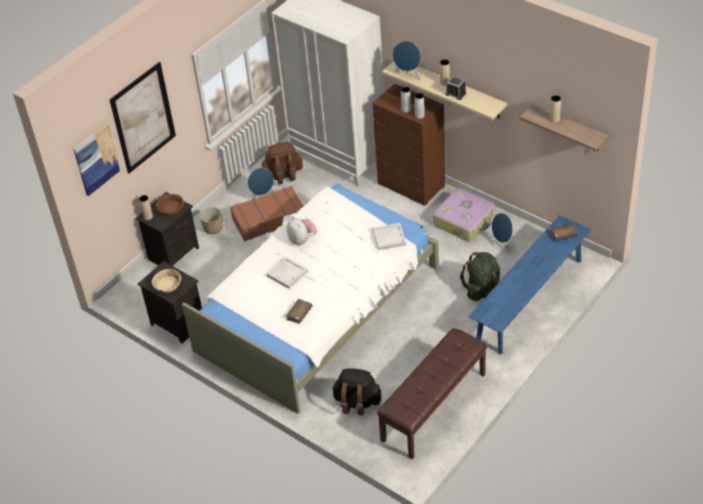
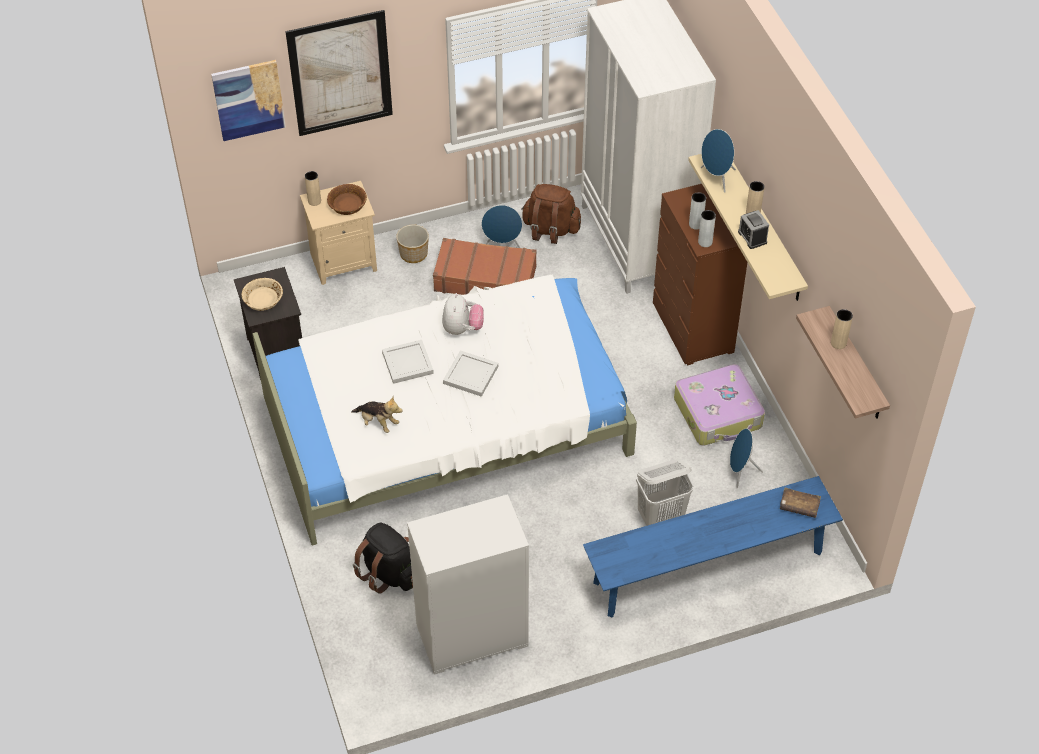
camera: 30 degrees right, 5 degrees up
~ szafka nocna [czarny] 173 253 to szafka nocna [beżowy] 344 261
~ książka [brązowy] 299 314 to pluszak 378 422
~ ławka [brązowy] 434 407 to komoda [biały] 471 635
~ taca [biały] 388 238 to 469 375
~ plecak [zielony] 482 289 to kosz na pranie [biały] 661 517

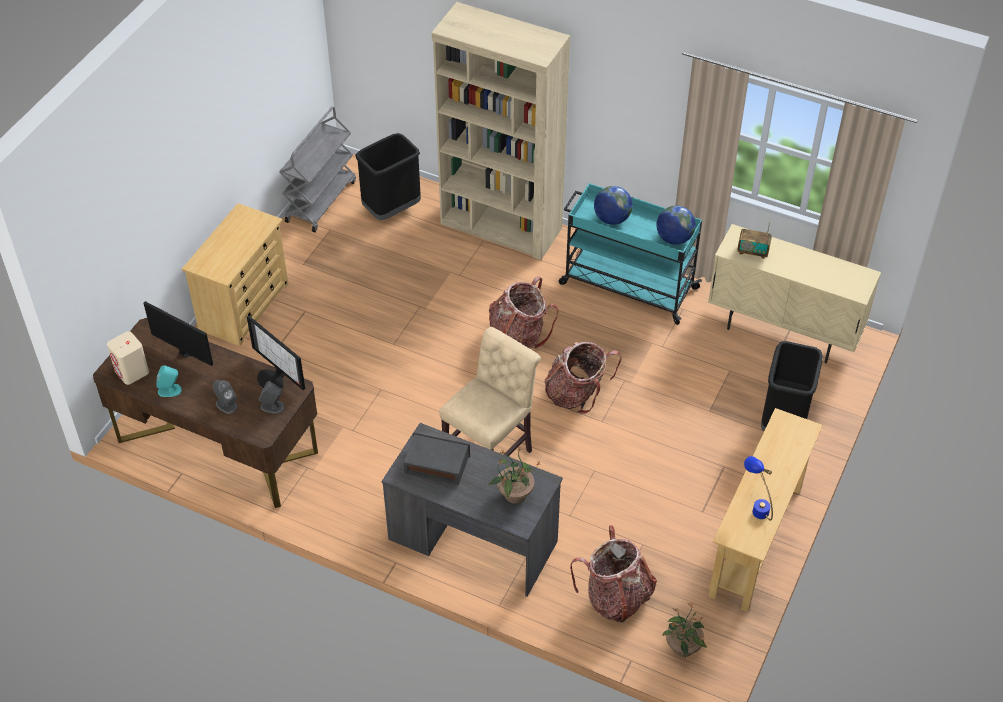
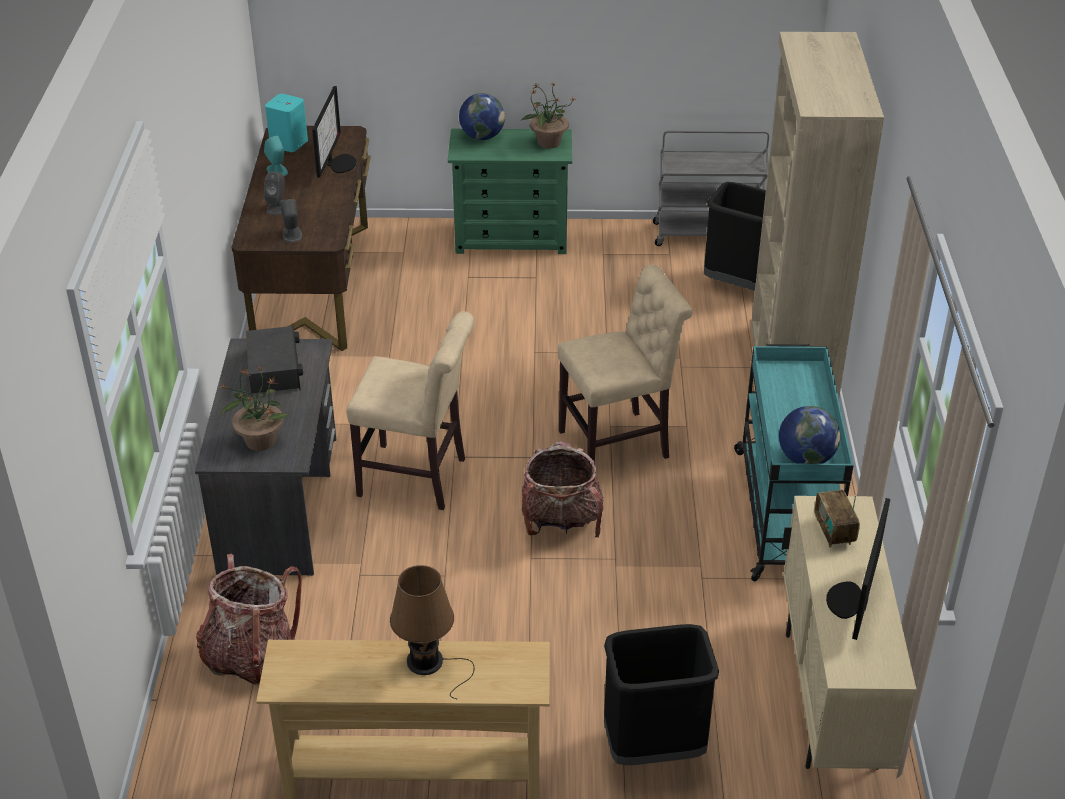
camera: 65 degrees right, 10 degrees down
~ głośnik [beżowy] 132 372 to głośnik [turkusowy] 288 143
+ lampa stołowa [brązowy] 429 663
~ komoda [beżowy] 244 306 to komoda [zielony] 512 238
~ globus 612 219 to 482 136
~ roślina doniczkowa 683 648 to 548 142
~ plecak 518 336 to krzesło [beżowy] 619 444
~ monitor 273 378 to 851 602
- lampa stołowa [niebieski] 756 506

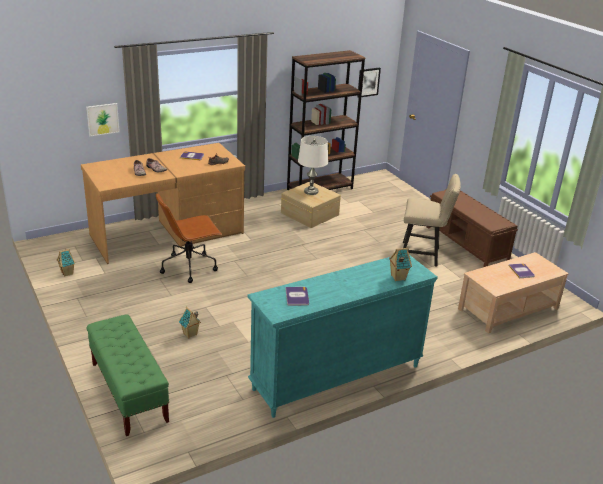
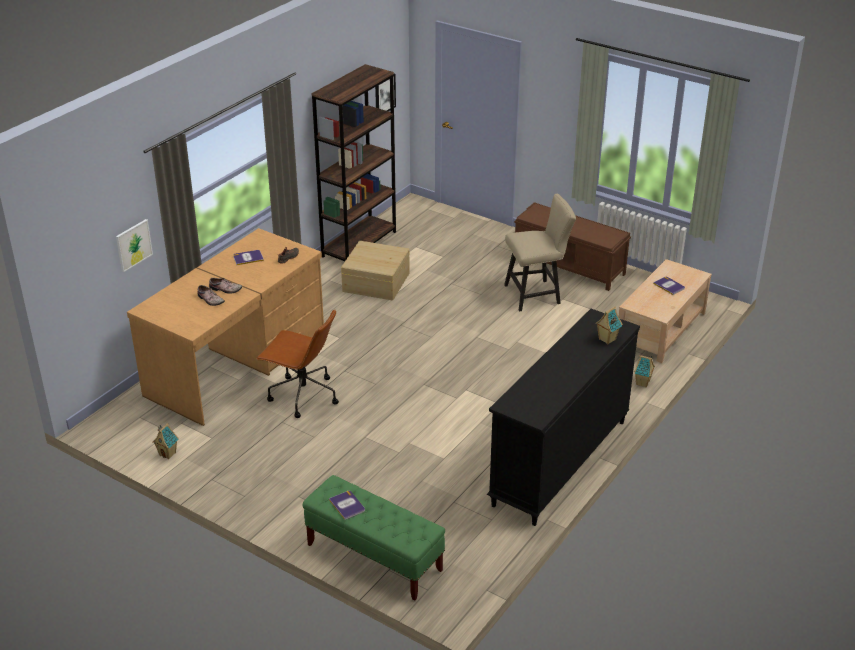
camera: 25 degrees left, 5 degrees up
~ krzesło biurowe [brązowy] 190 267 = 302 395 105 degrees counterclockwise
~ książka 297 296 to 347 505
~ komoda [turkusowy] 336 377 to komoda [czarny] 559 463
~ domek 190 334 to 643 383
- lampa stołowa [biały] 311 191

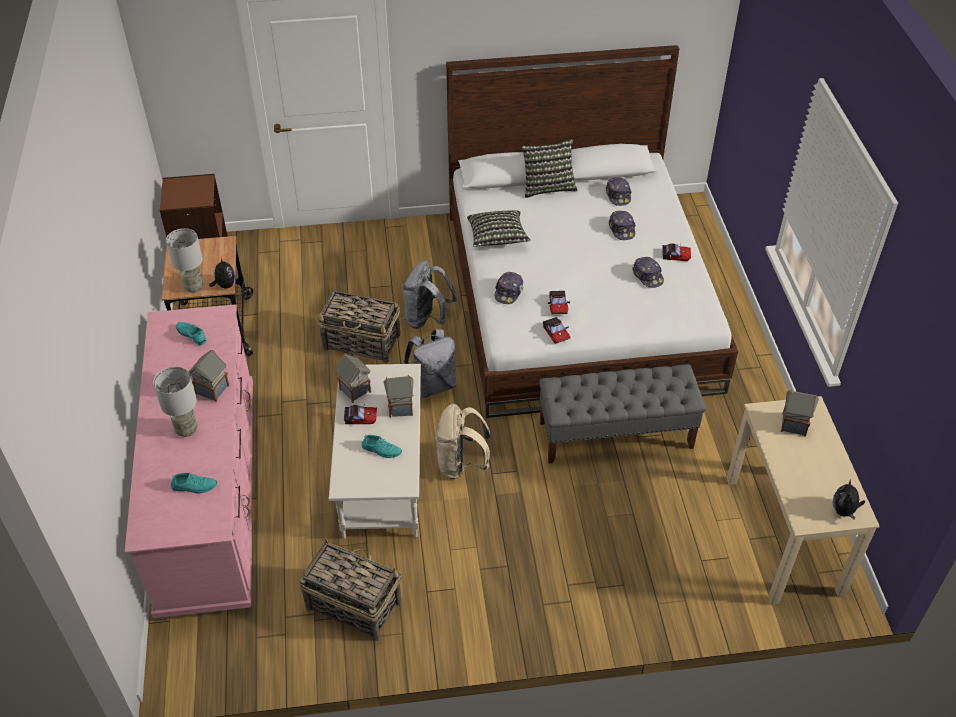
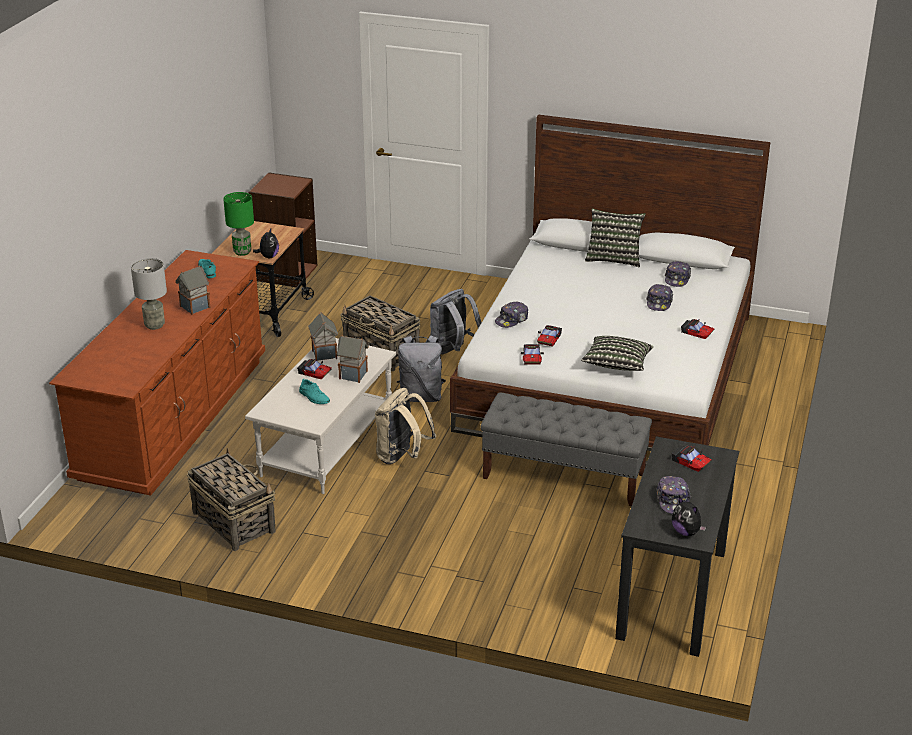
camera: 25 degrees right, 15 degrees down
~ komoda [różowy] 209 495 to komoda [brązowy] 174 418
~ lampa stołowa [szary] 194 287 to lampa stołowa [zielony] 242 252
~ poduszka 497 238 to 616 365
~ biurko [beżowy] 784 535 to biurko [czarny] 672 594
~ czapka z daszkiem 648 276 to 673 500
~ domek 792 424 to samochodzik 690 462
~ pluszak 844 510 = 686 532 75 degrees counterclockwise
- but [turkusowy] 194 486

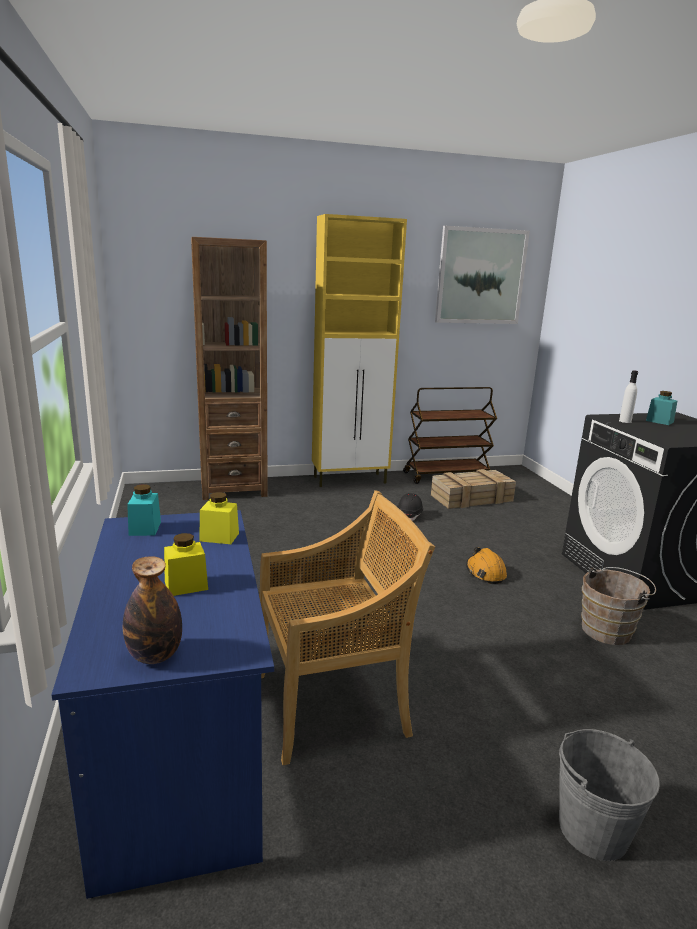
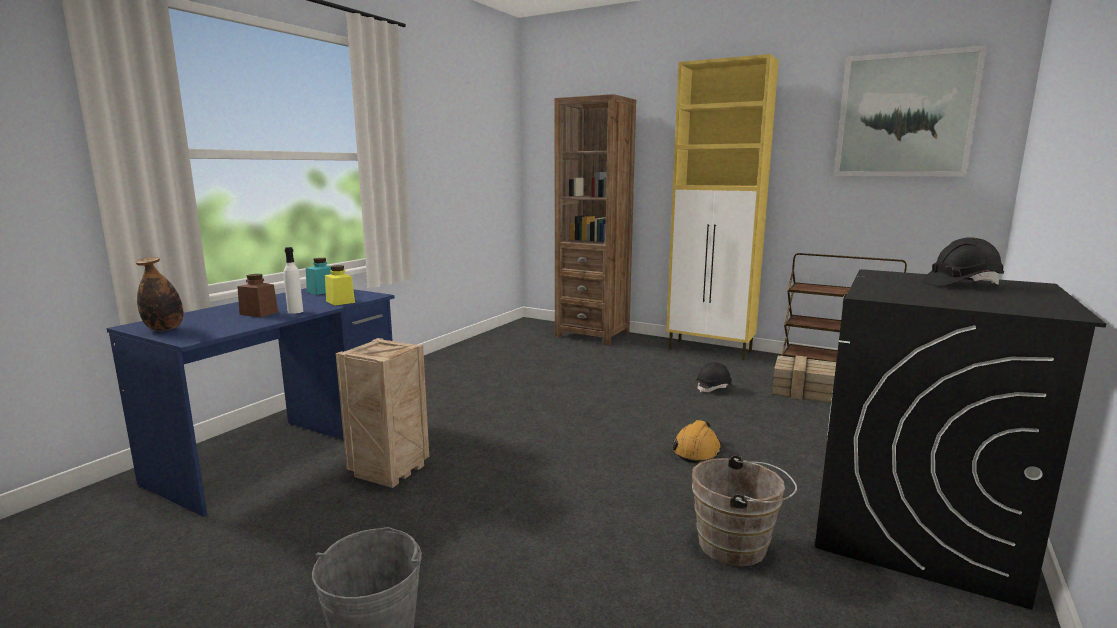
camera: 45 degrees right, 5 degrees down
~ słoik [żółty] 186 585 to słoik [brązowy] 259 313
~ butelka [biały] 625 421 to 295 311
~ krzesło [beżowy] 333 703 to skrzynka 389 472
~ słoik [turkusowy] 659 421 to kask [czarny] 960 284

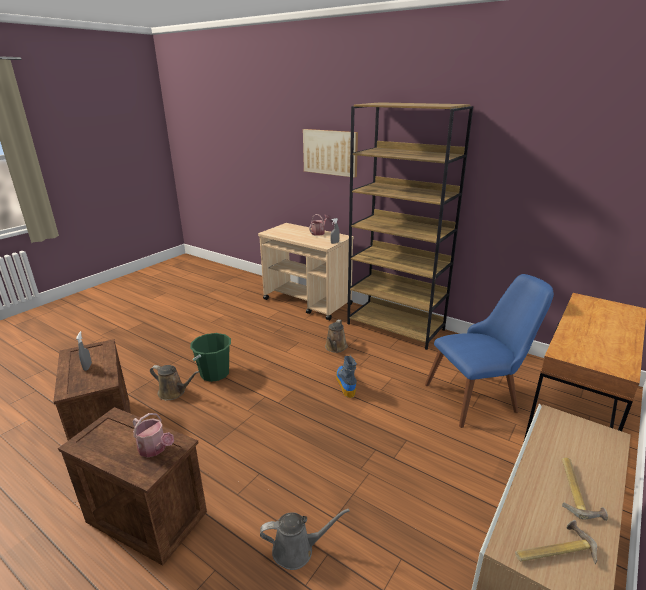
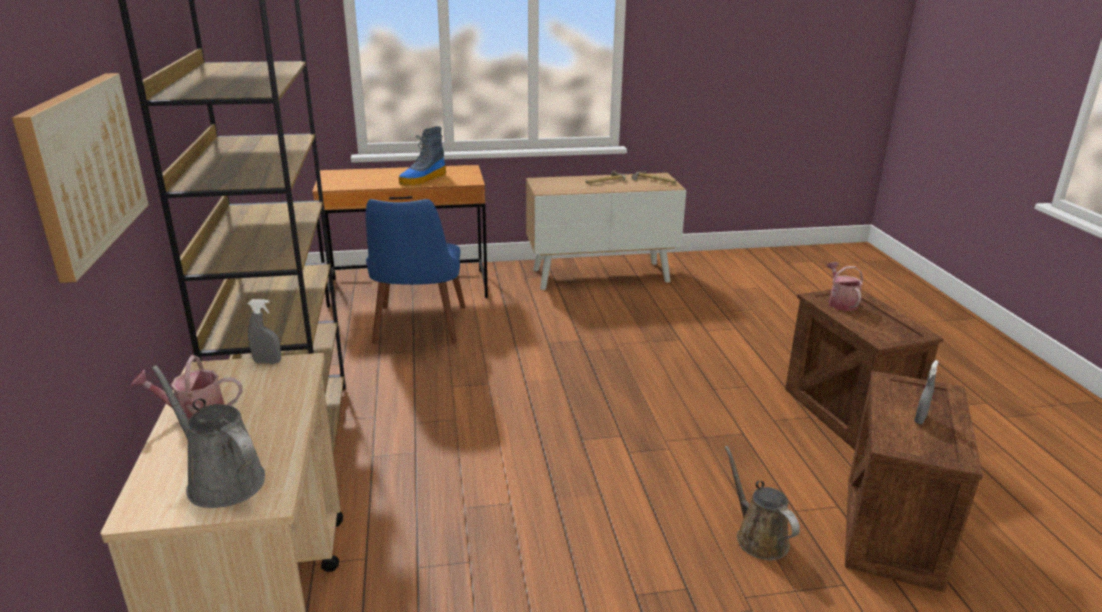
camera: 135 degrees left, 0 degrees up
~ konewka [szary] 297 550 to 221 480
~ krzesło [niebieski] 480 395 = 418 331 120 degrees counterclockwise
~ but z cholewką 345 383 to 423 179
- wiadro [zielony] 215 373
- konewka [brązowy] 335 348

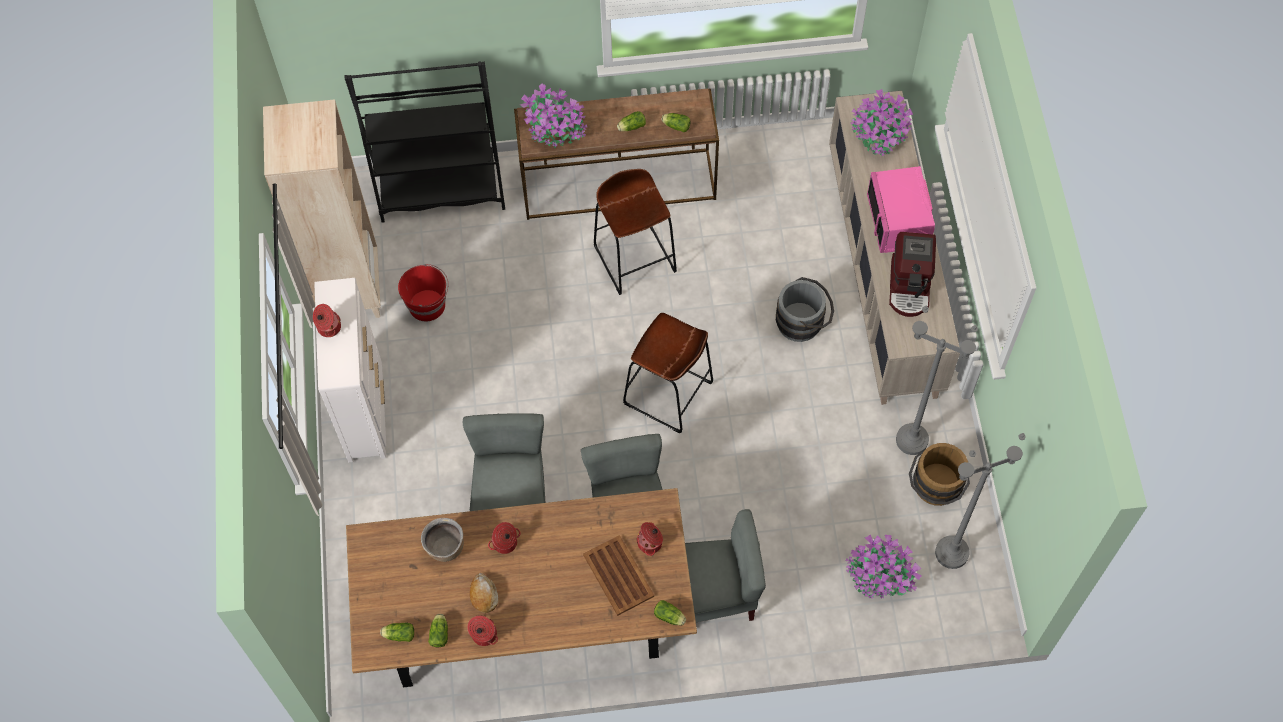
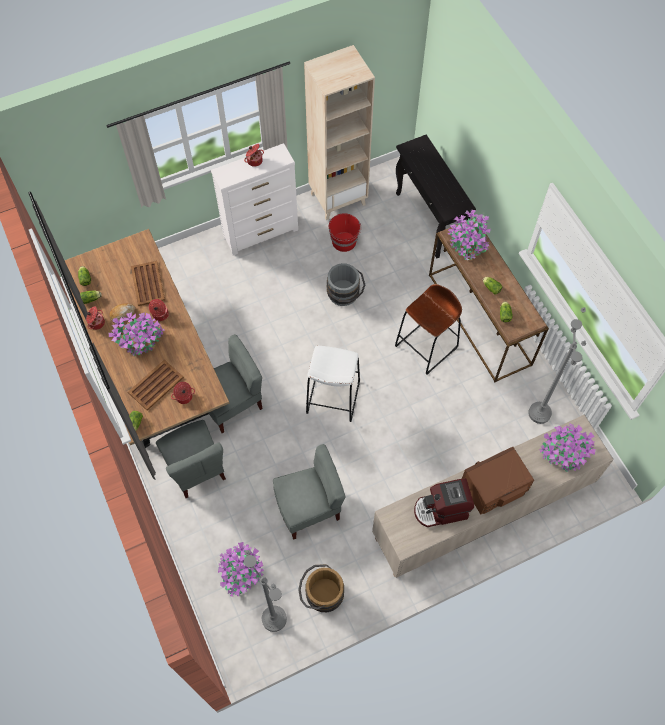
camera: 70 degrees right, 0 degrees up
+ roślina doniczkowa 140 340
~ garnek [brązowy] 445 548 to taca [brązowy] 148 284
~ krzesło [szary] 512 499 to 308 508
~ stołek [brązowy] 668 394 to stołek [biały] 332 397
~ wiadro [szary] 803 322 to 344 295
~ regał [czarny] 440 190 to stolik konsolowy [czarny] 429 221
~ mikrofalówka [różowy] 899 222 to mikrofalówka [brązowy] 494 487
~ lampa stojąca [szary] 912 440 to 539 413

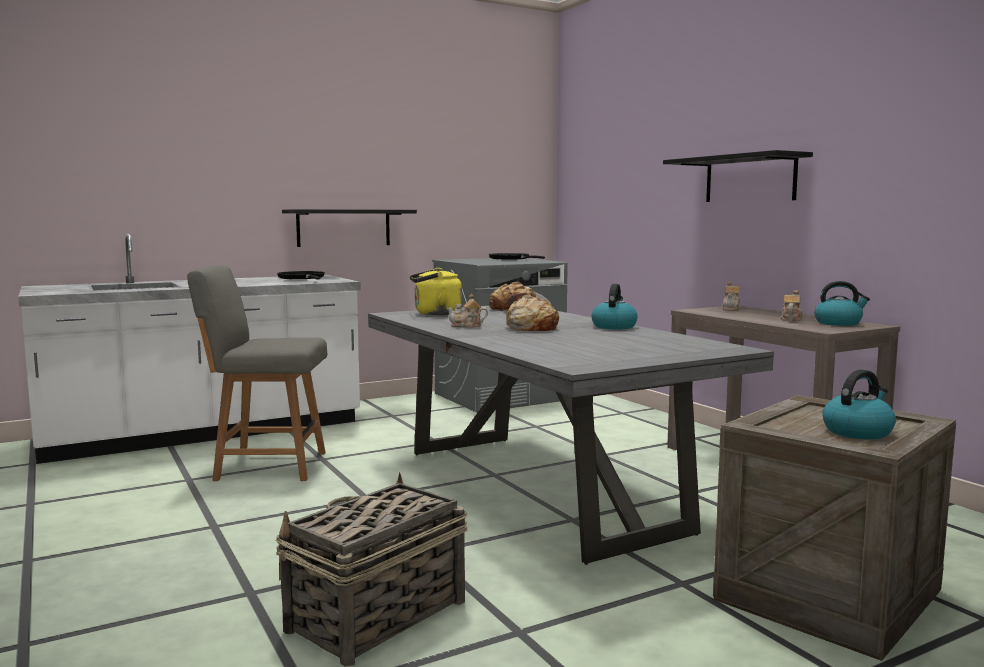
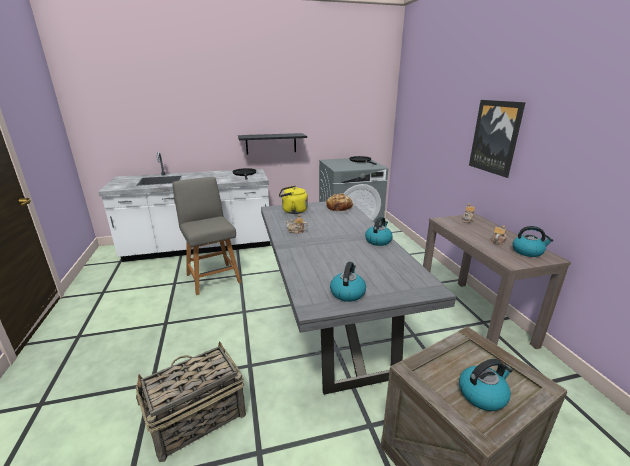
camera: 15 degrees right, 15 degrees up
~ krzesło [szary] 267 466 = 213 277 45 degrees clockwise
+ czajnik 347 293
~ półka [czarny] 749 179 to obraz 495 137
- chleb 531 327

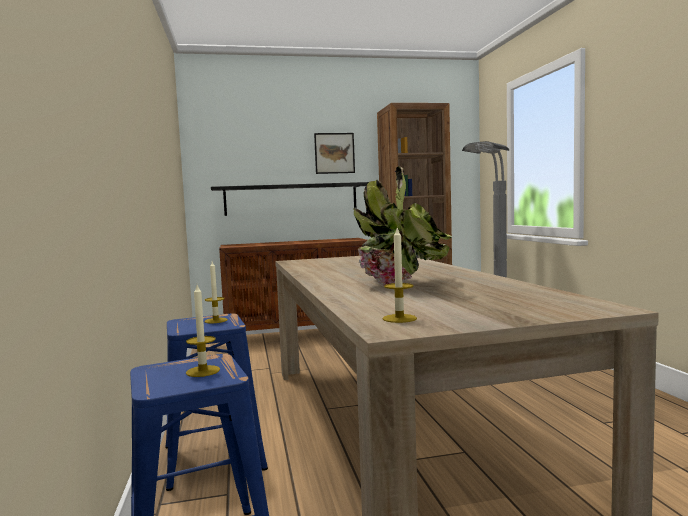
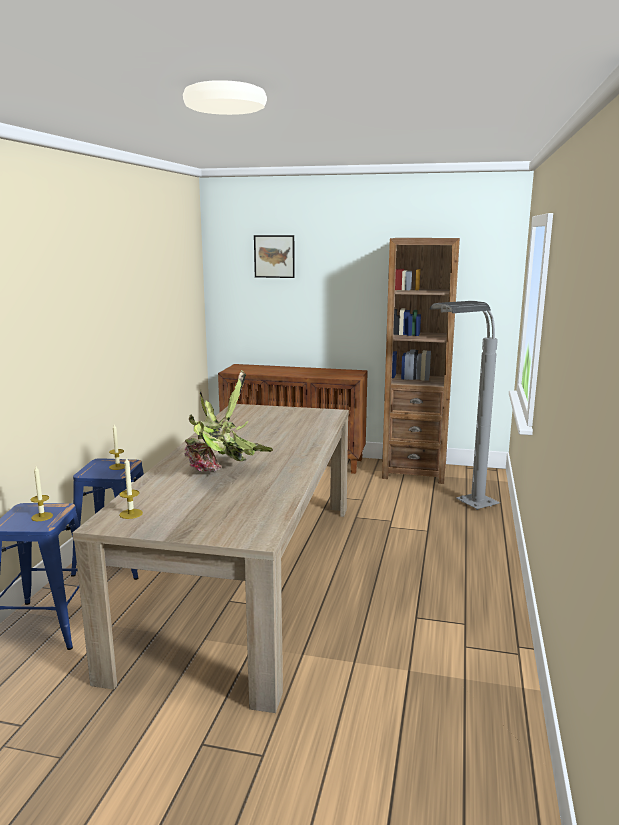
camera: 25 degrees right, 10 degrees up
~ obraz 334 153 to 274 256
- półka [czarny] 291 199

